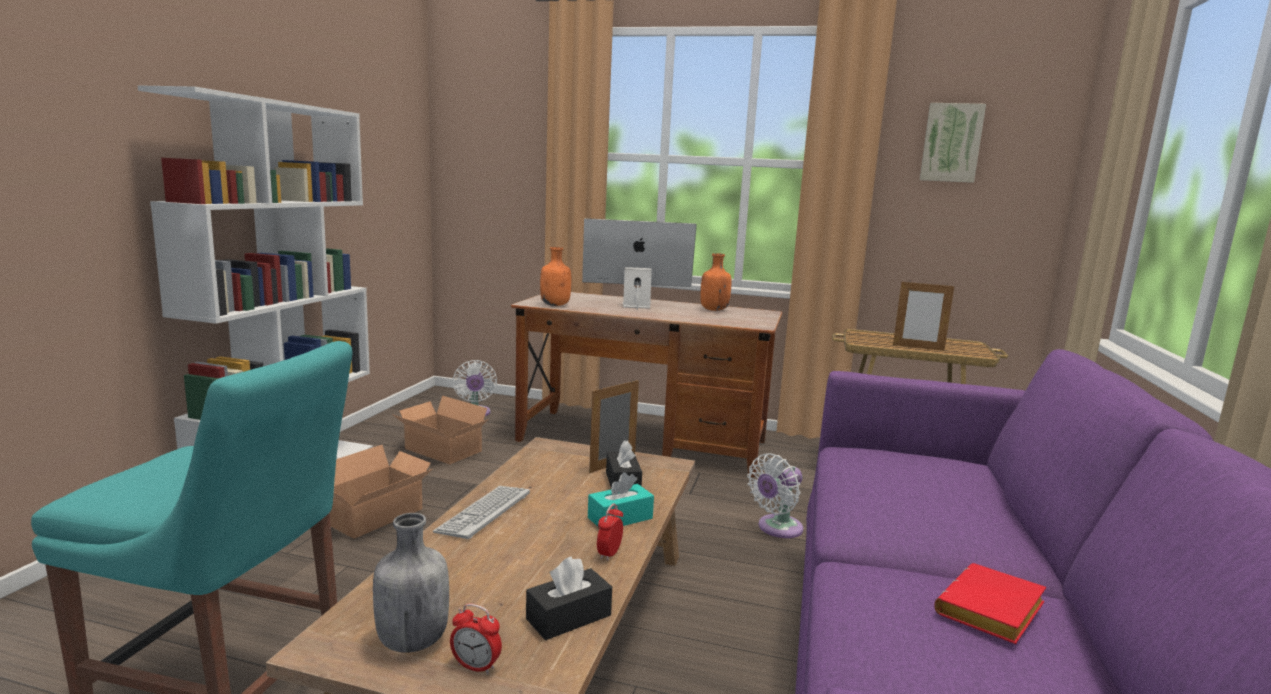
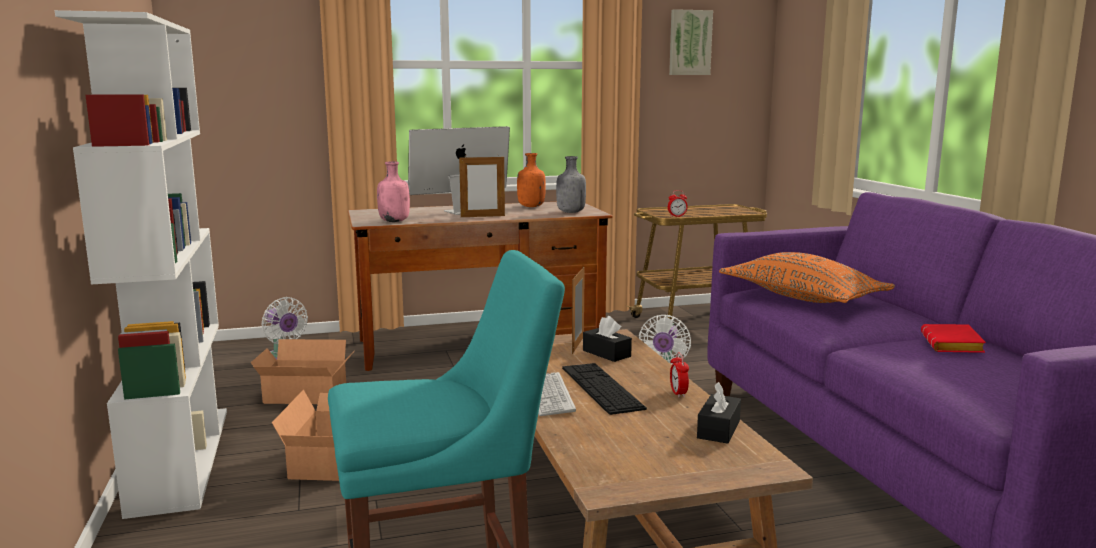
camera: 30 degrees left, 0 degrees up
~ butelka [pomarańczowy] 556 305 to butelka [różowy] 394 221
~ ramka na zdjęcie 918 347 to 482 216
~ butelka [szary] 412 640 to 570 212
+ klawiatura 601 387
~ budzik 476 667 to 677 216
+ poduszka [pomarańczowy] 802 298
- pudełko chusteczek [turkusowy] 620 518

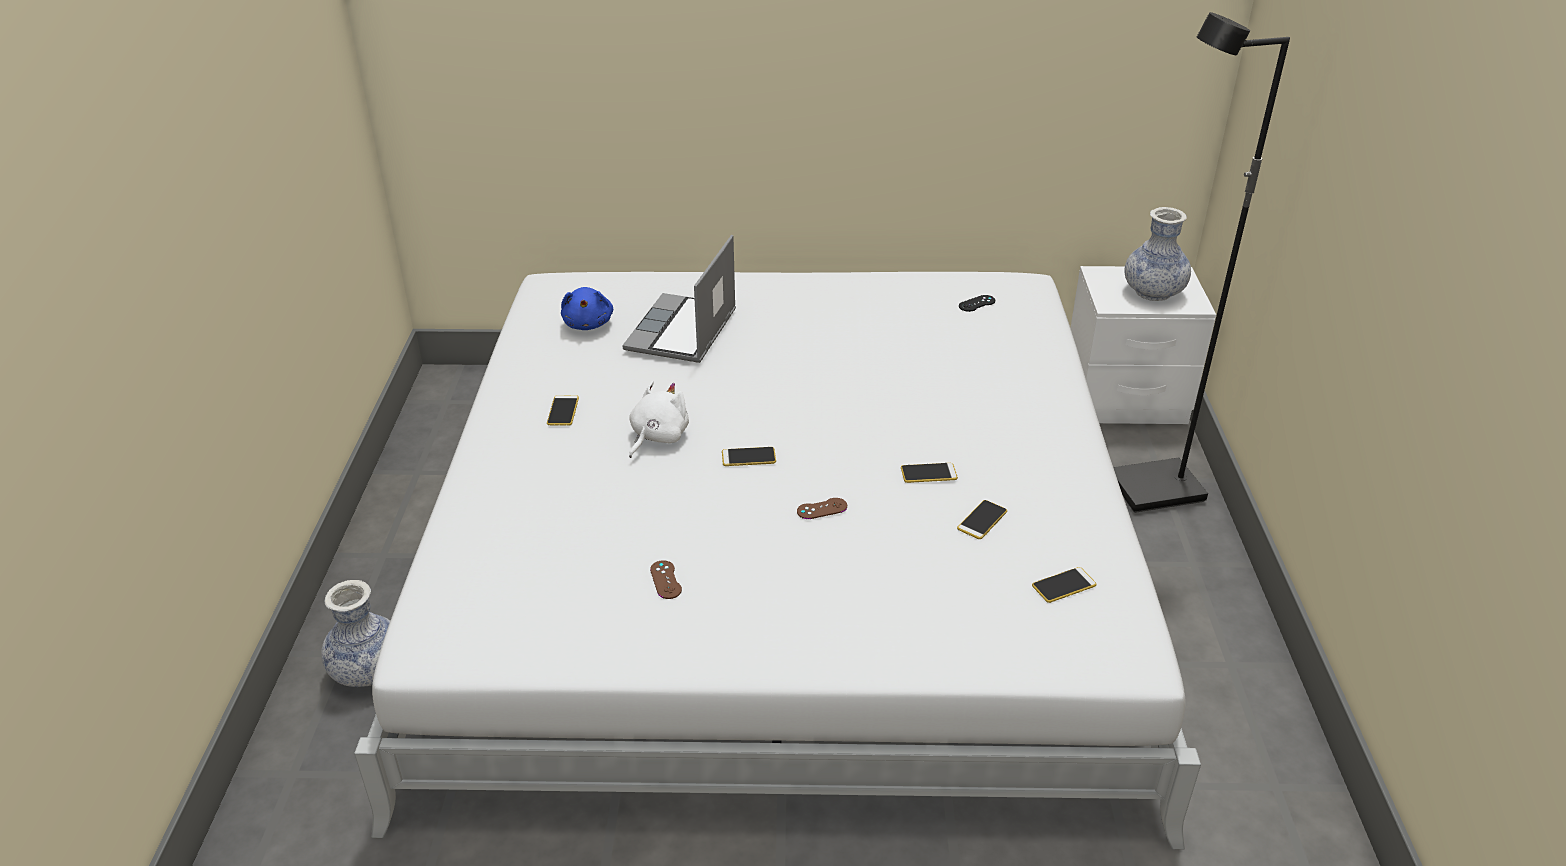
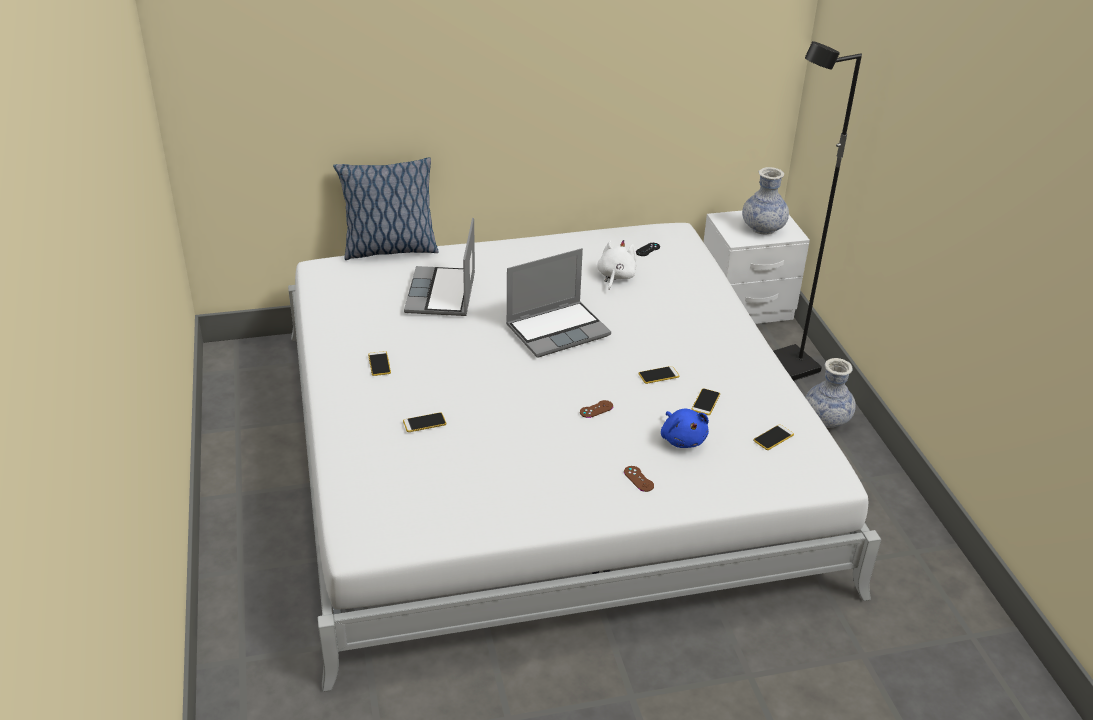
camera: 15 degrees left, 0 degrees up
+ poduszka 389 250
~ telefon 748 457 to 424 423
+ laptop 558 330
~ pluszak [biały] 657 437 to 615 277
~ pad do gier [brązowy] 665 580 to 638 479
~ pluszak [niebieski] 588 324 to 682 439
~ wazon 369 671 to 826 419

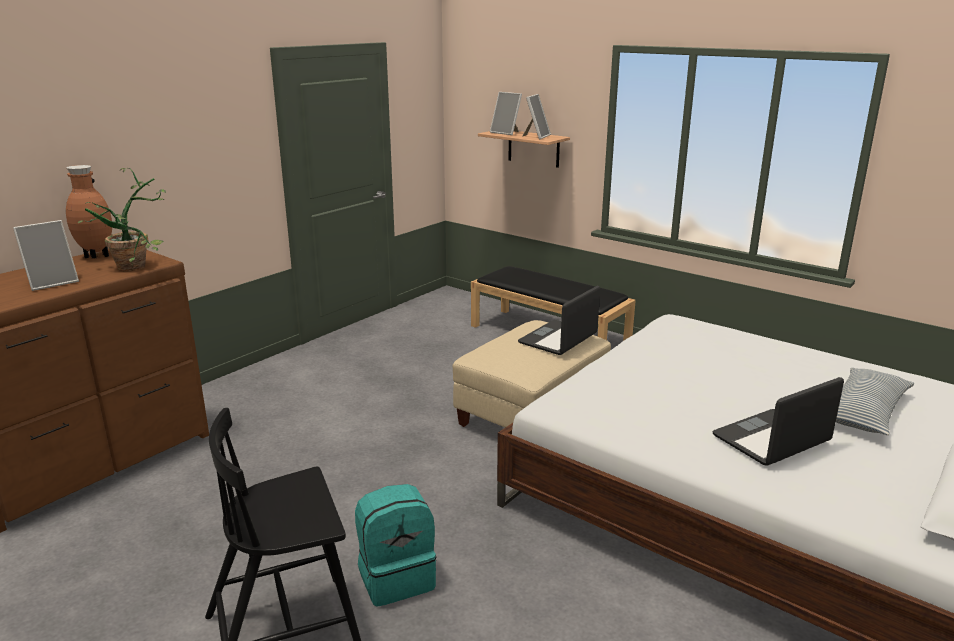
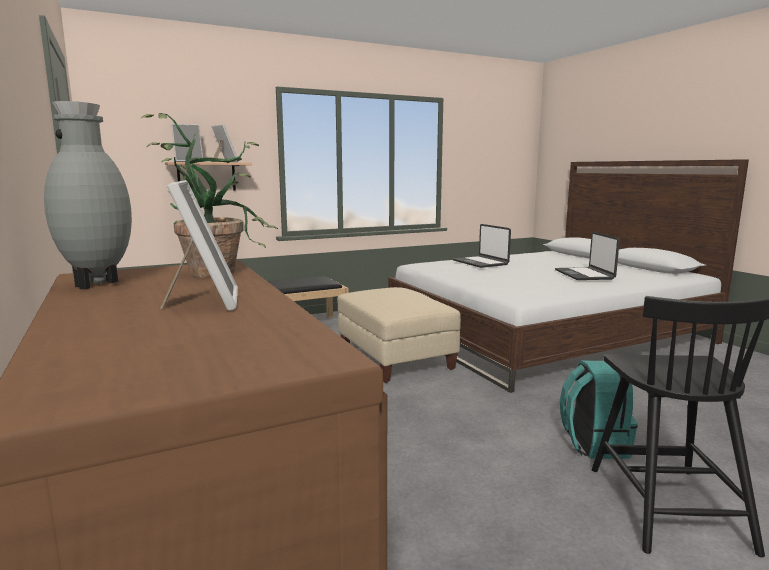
camera: 65 degrees left, 10 degrees down
~ wazon [brązowy] 96 257 to wazon [szary] 99 284
~ laptop 559 339 to 481 262
- poduszka 865 412

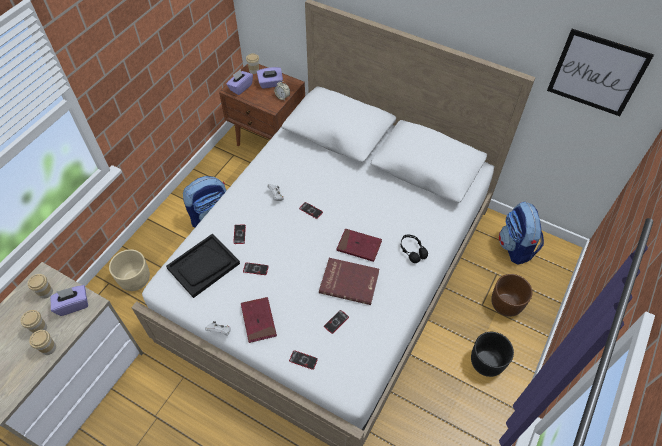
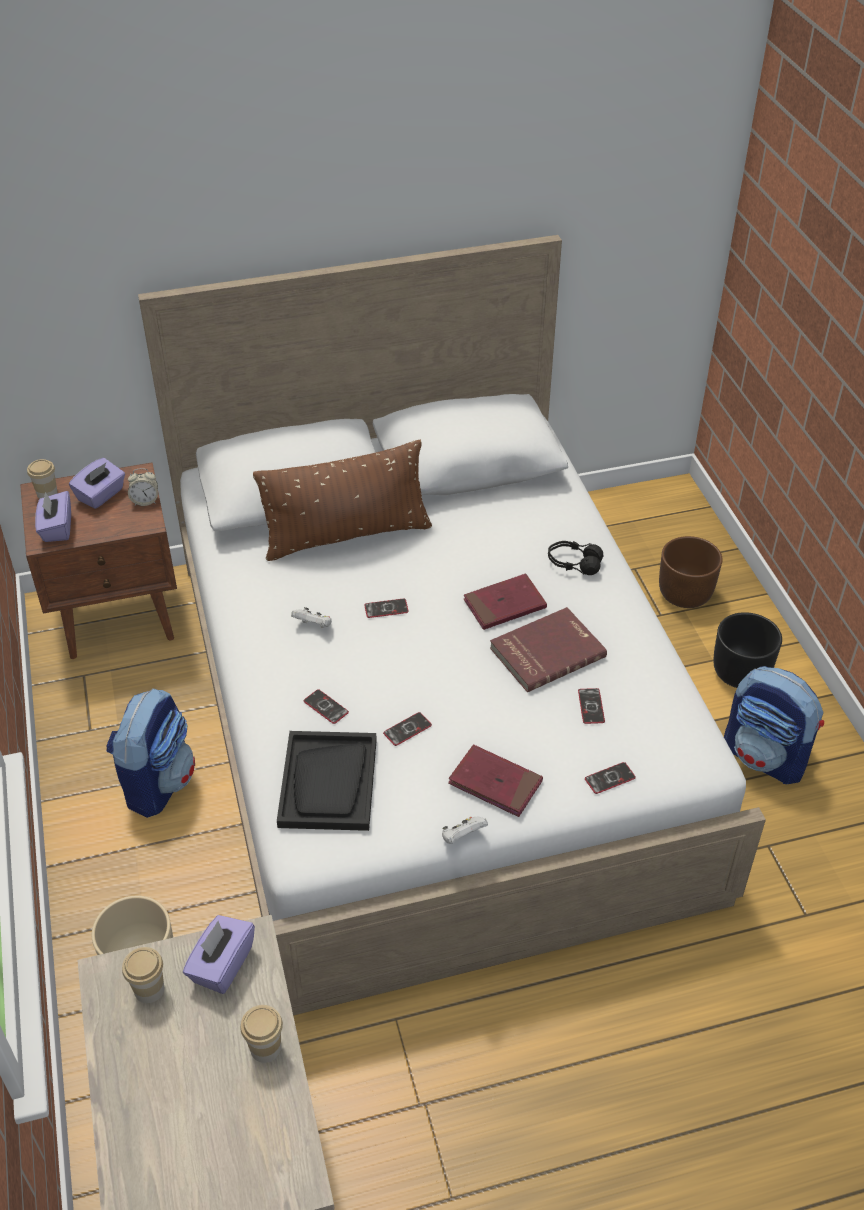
camera: 45 degrees left, 10 degrees down
+ poduszka [brązowy] 347 536
~ plecak 516 247 to 765 757
- filiżanka 39 328
- obraz 597 73

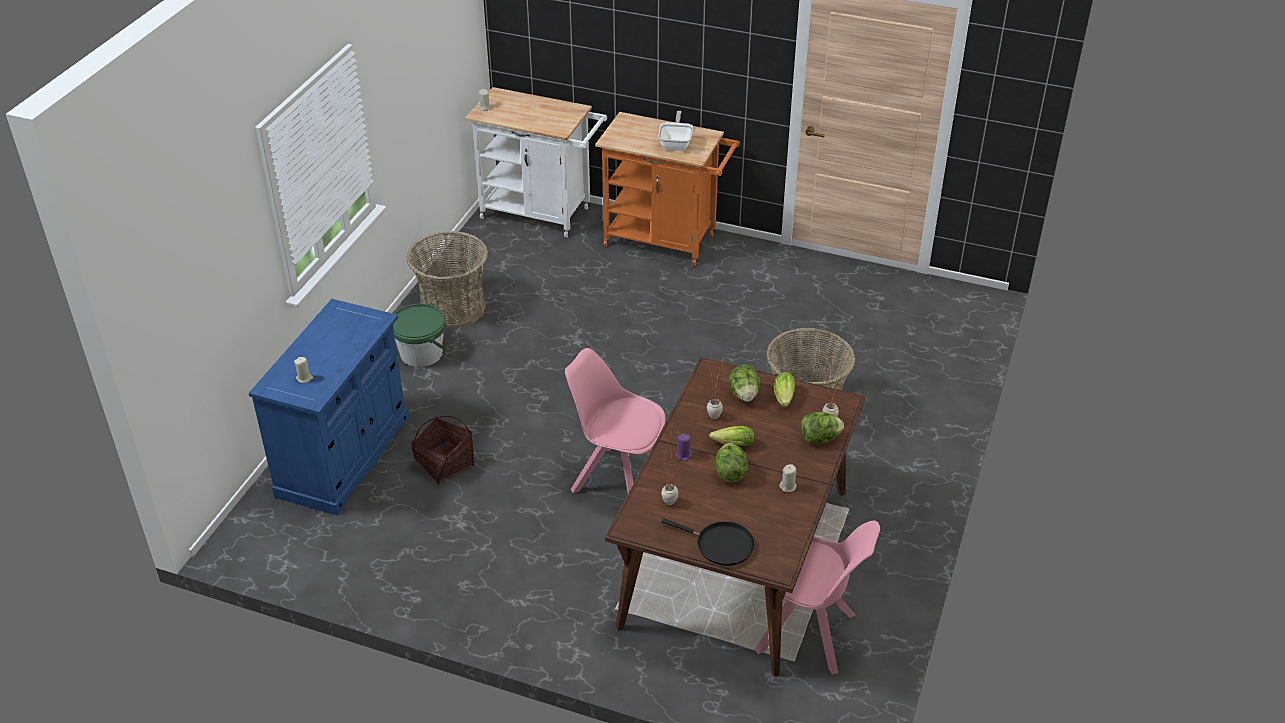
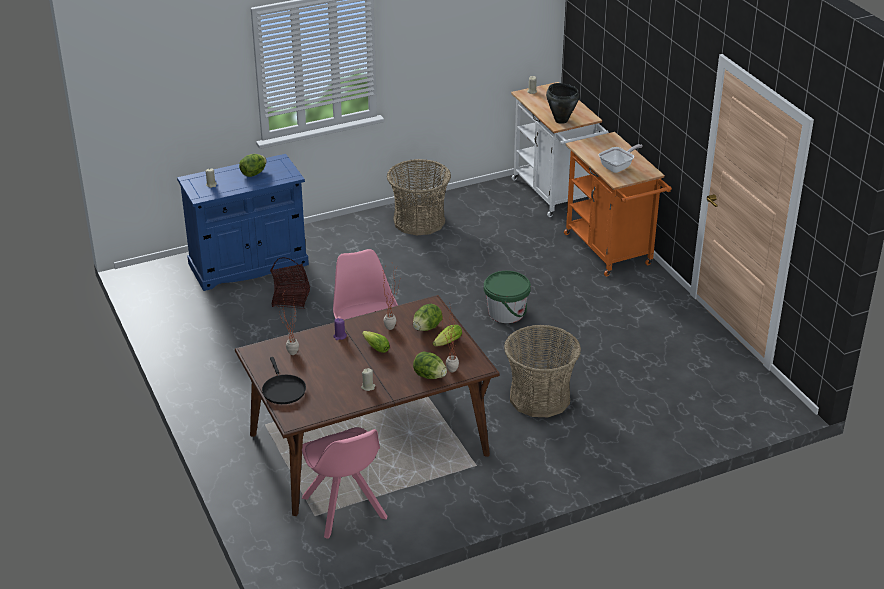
camera: 45 degrees right, 5 degrees down
~ sałata 730 473 to 253 173
~ wiadro [zielony] 421 353 to 506 313
+ garnek [czarny] 561 120

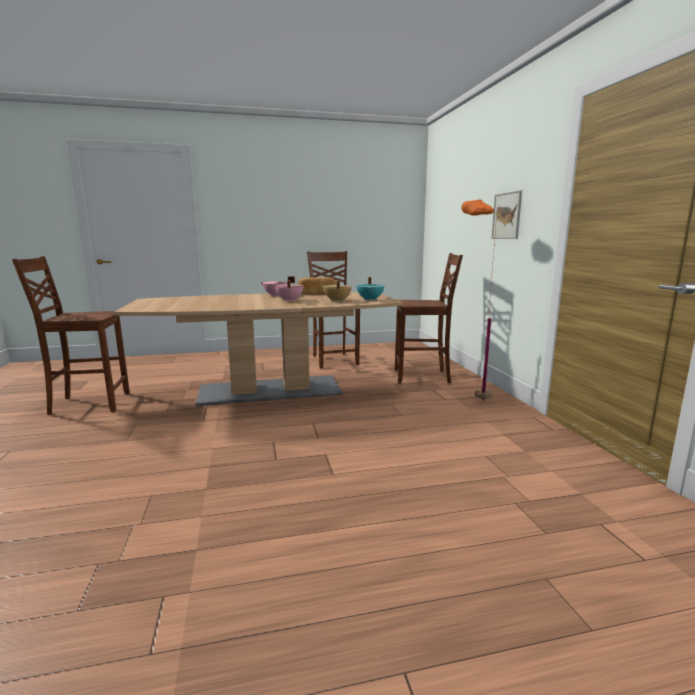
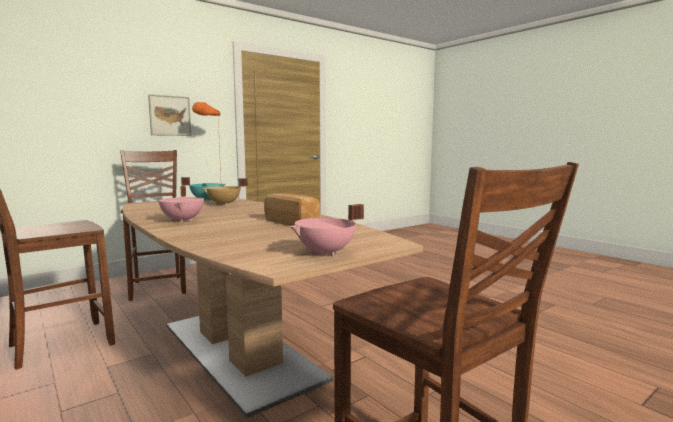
camera: 115 degrees left, 5 degrees down
~ chleb 317 294 to 292 222
~ garnek [różowy] 289 300 to 326 253

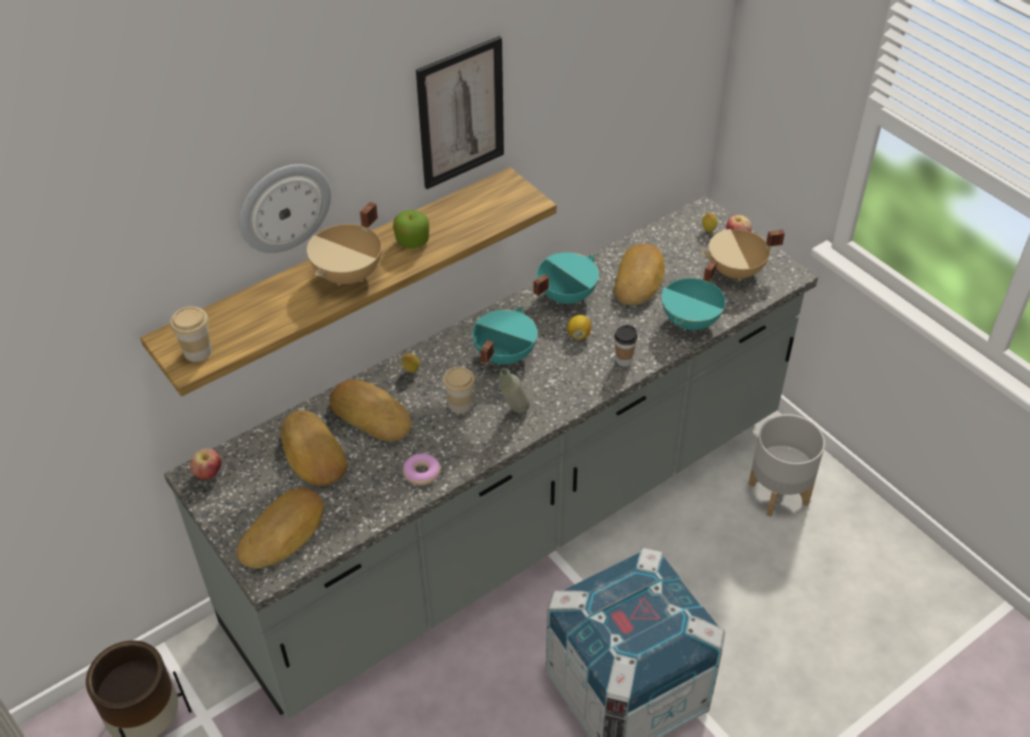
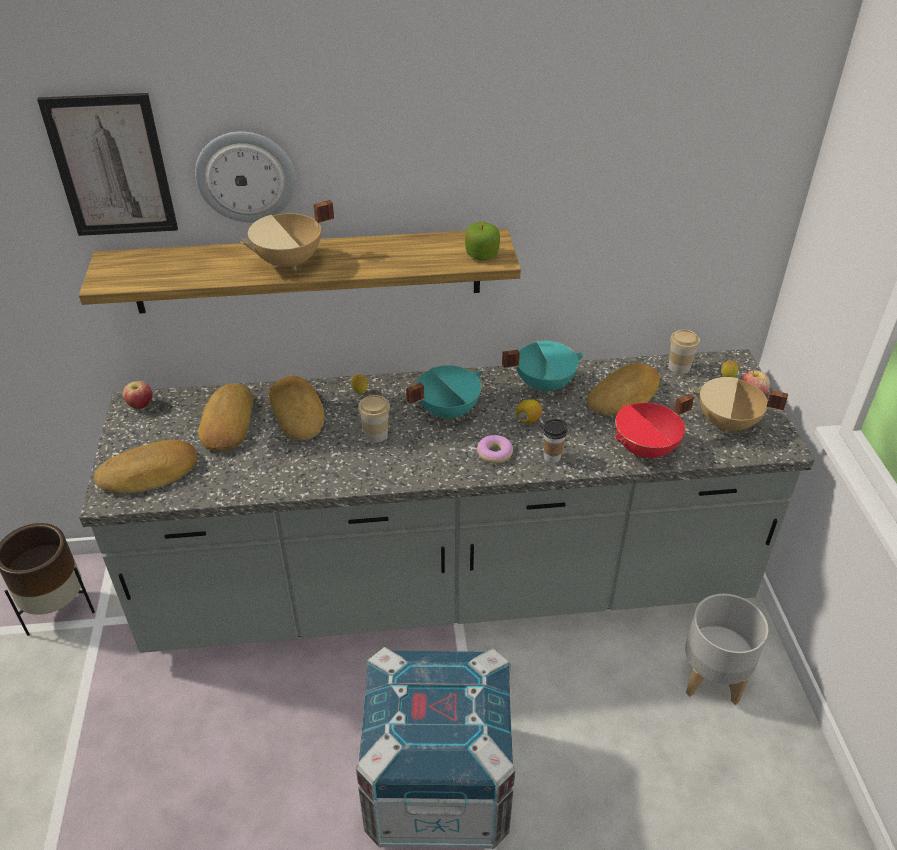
camera: 30 degrees right, 5 degrees down
~ obraz 461 113 to 112 166
~ jabłko 412 241 to 481 255
~ donut 422 473 to 494 453
~ garnek [turkusowy] 691 322 to garnek [czerwony] 646 450
~ filiżanka 198 351 to 679 367
- butelka [szary] 514 413

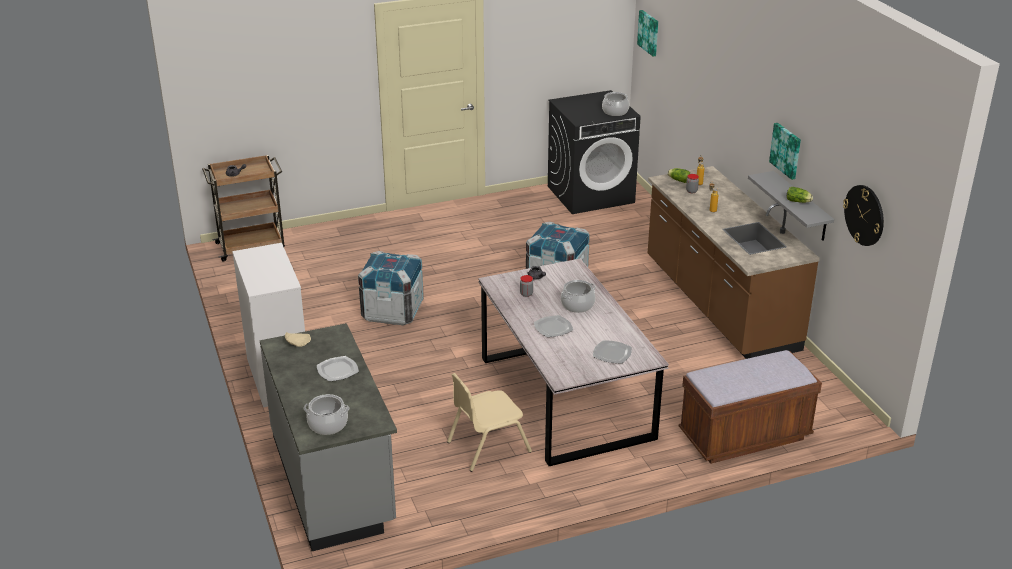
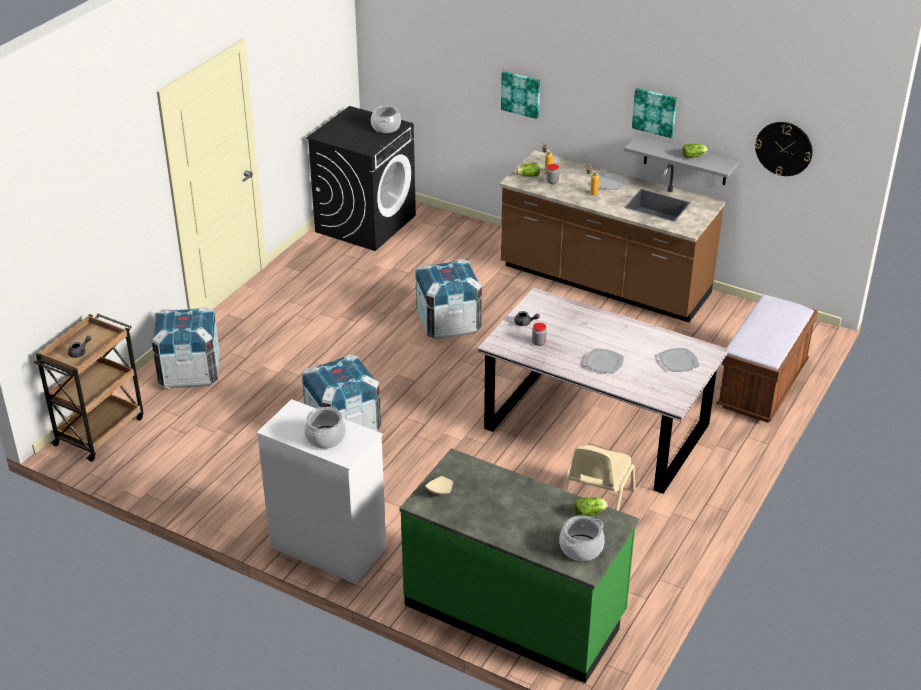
camera: 40 degrees left, 5 degrees up
+ skrzynka 190 371
~ garnek 577 305 to 325 437
~ zabudowa kuchenna [szary] 334 480 to zabudowa kuchenna [zielony] 515 611
~ obraz 649 32 to 521 94
+ sałata 590 513
~ talerz 338 370 to 608 182

